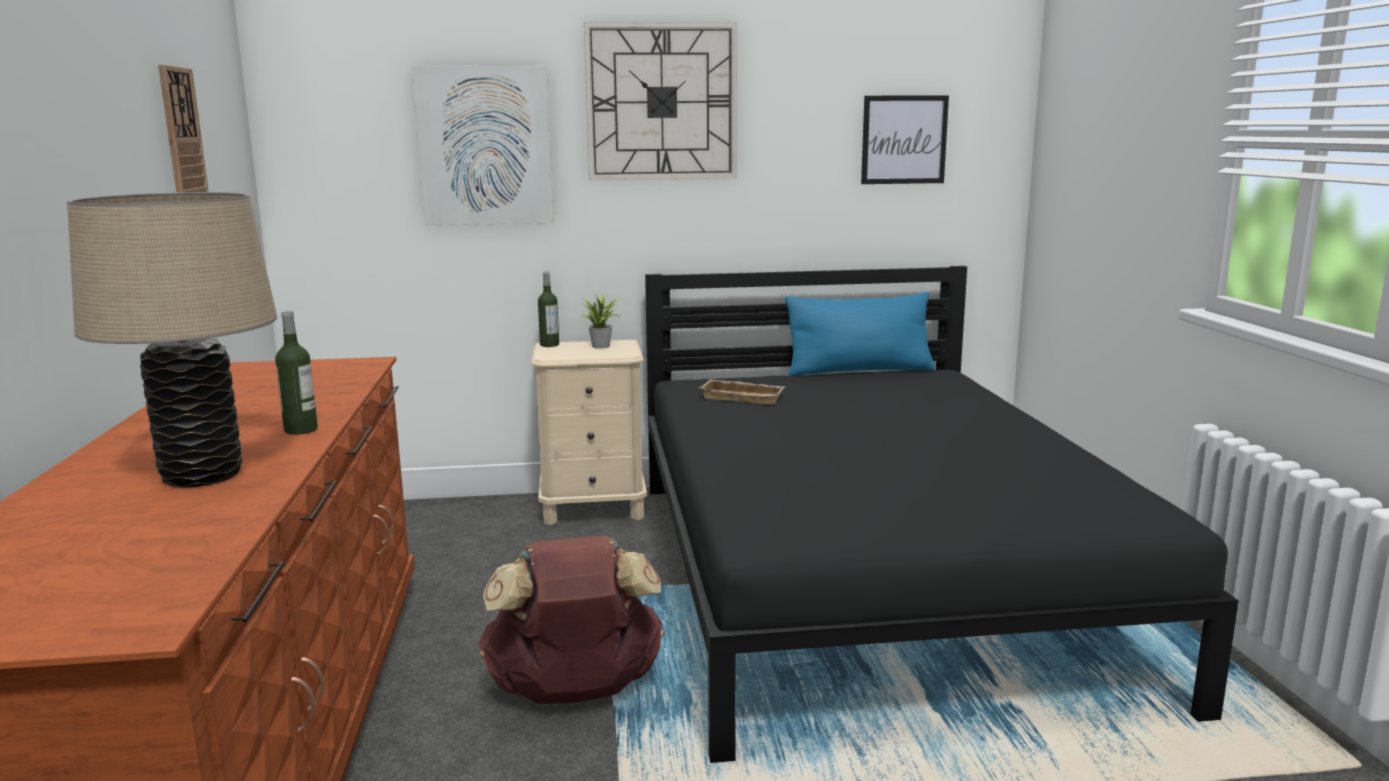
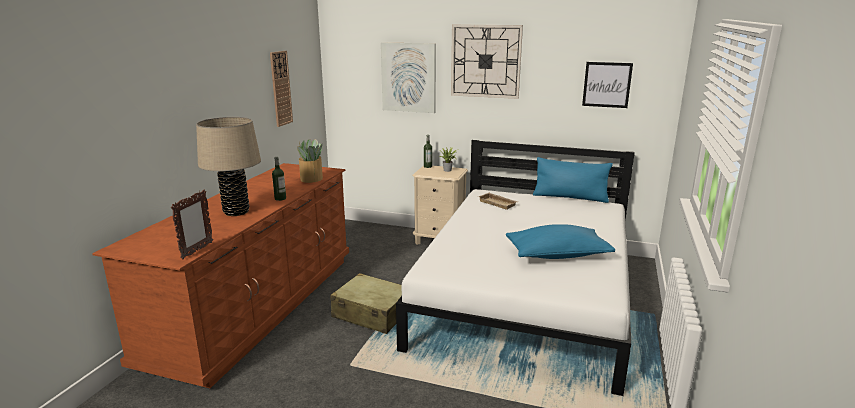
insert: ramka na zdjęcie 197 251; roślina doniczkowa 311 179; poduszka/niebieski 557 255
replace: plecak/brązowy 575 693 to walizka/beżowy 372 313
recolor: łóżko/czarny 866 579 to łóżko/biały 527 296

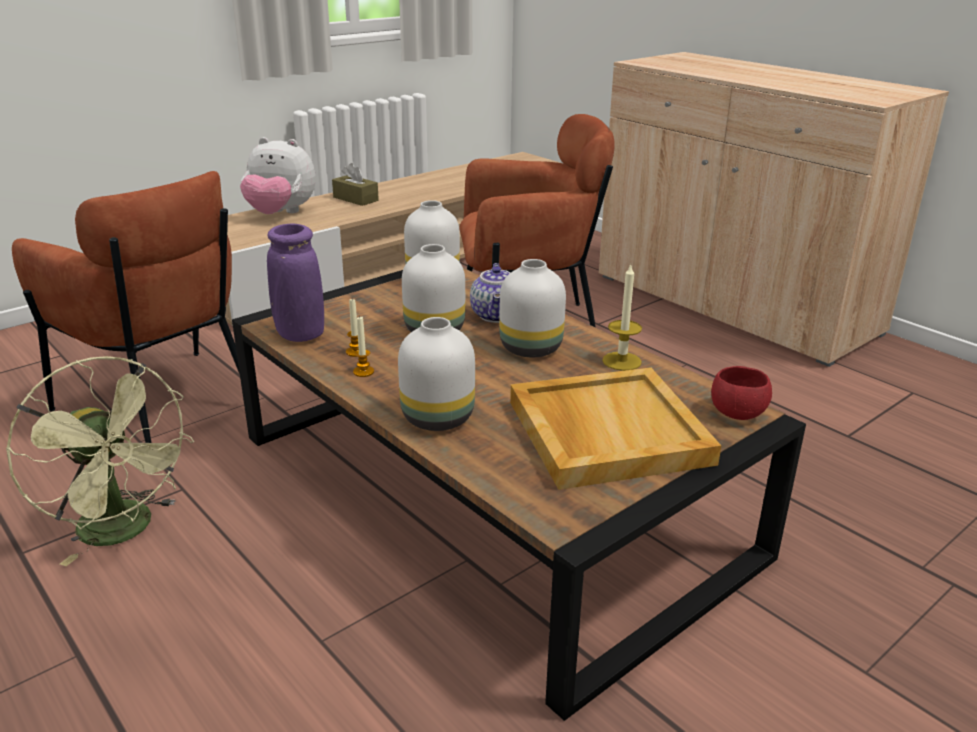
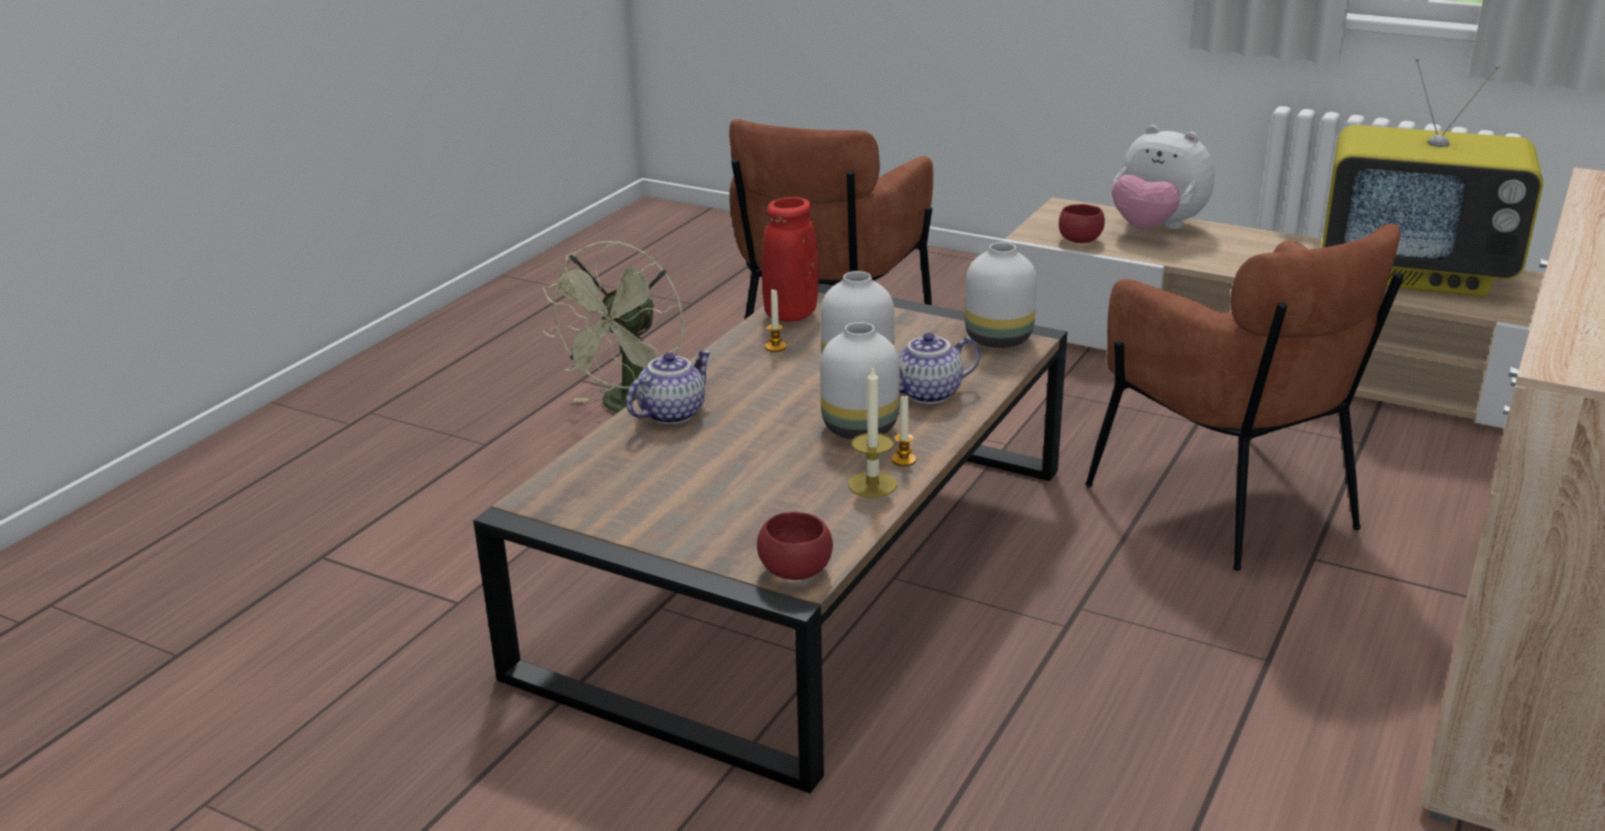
delete: pudełko chusteczek/brązowy 355 199; taca/beżowy 606 431
insert: miska/czerwony 1080 240; telewizor 1416 274
move: świeca 363 372 to 903 460
replace: wazon/biały 437 419 to imbryk 671 413
recolor: wazon/fioletowy 300 335 to wazon/czerwony 791 315
rotate: pluszak 280 214 = 1156 228 45 degrees counterclockwise

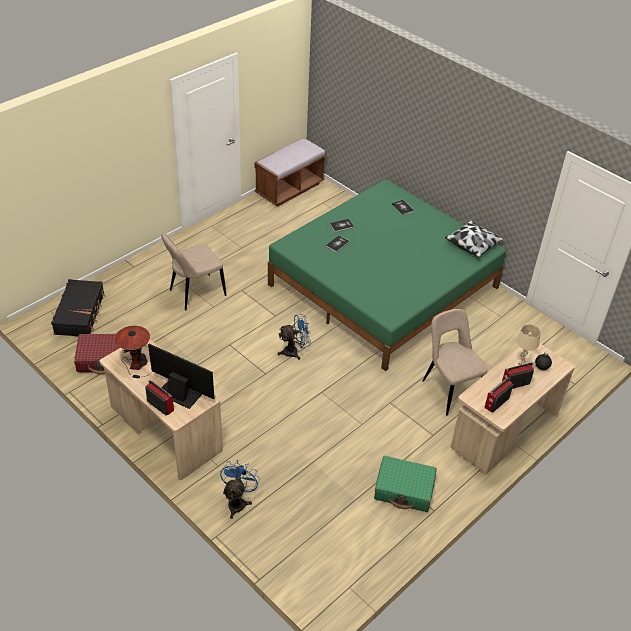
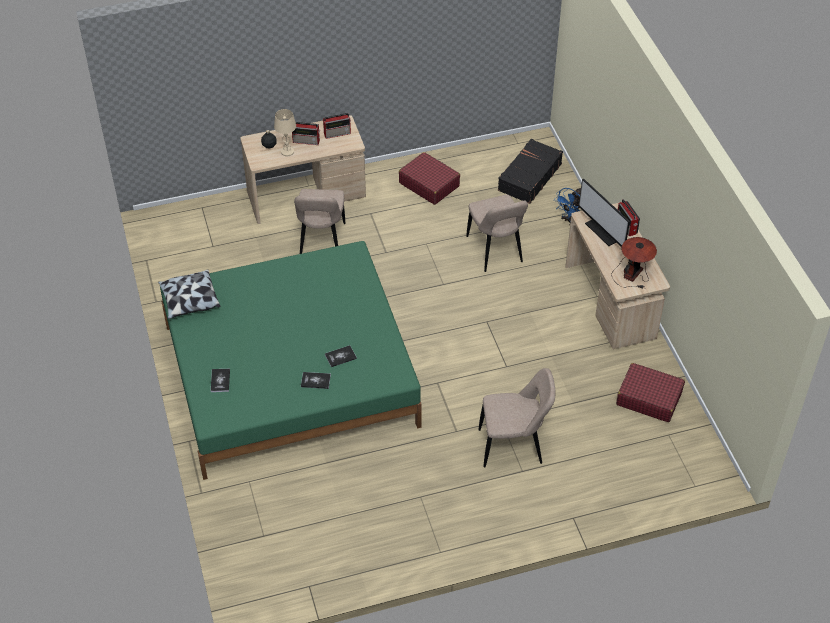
delete: ławka/brązowy 289 189; wentylator/niebieski 294 351
insert: krzesło/beżowy 495 251
move: walizka/czarny 80 313 to 529 177
recolor: walizka/zielony 404 489 to walizka/czerwony 429 184

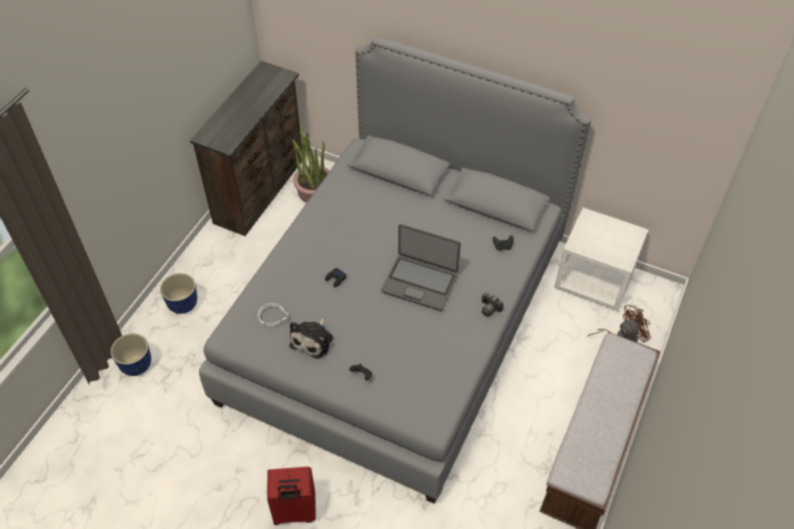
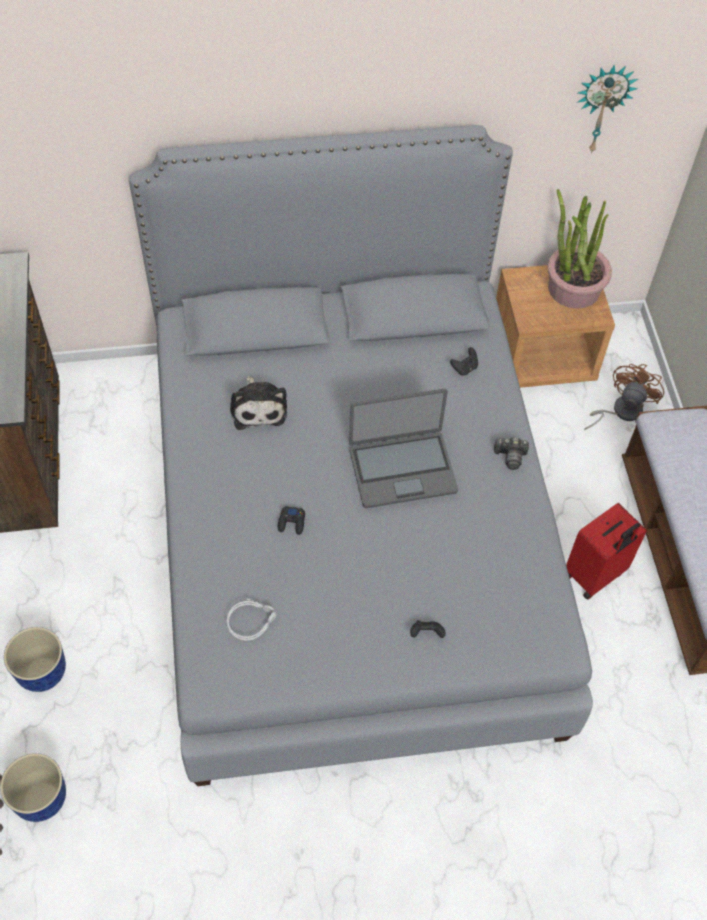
insert: zegar ścienny 601 107
move: walizka/czerwony 294 512 to 595 575; pluszak 313 340 to 258 407; roślina doniczkowa 314 191 to 573 288
recolor: szafka nocna/biały 594 280 to szafka nocna/brązowy 542 356

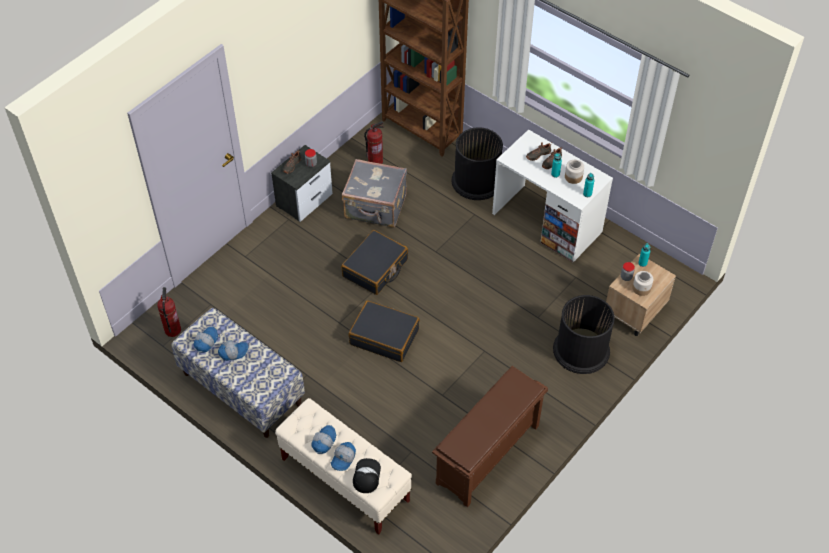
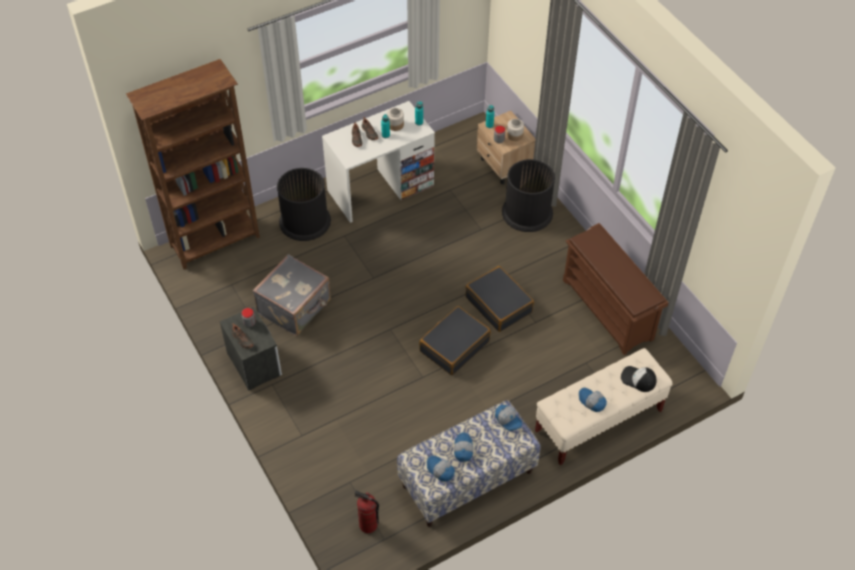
delete: gaśnica 375 161
move: czapka z daszkiem 343 459 to 508 420; walizka/czarny 375 268 to 499 304

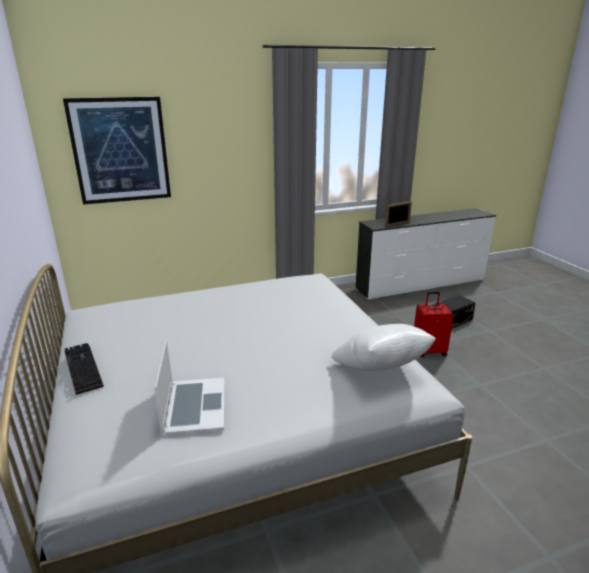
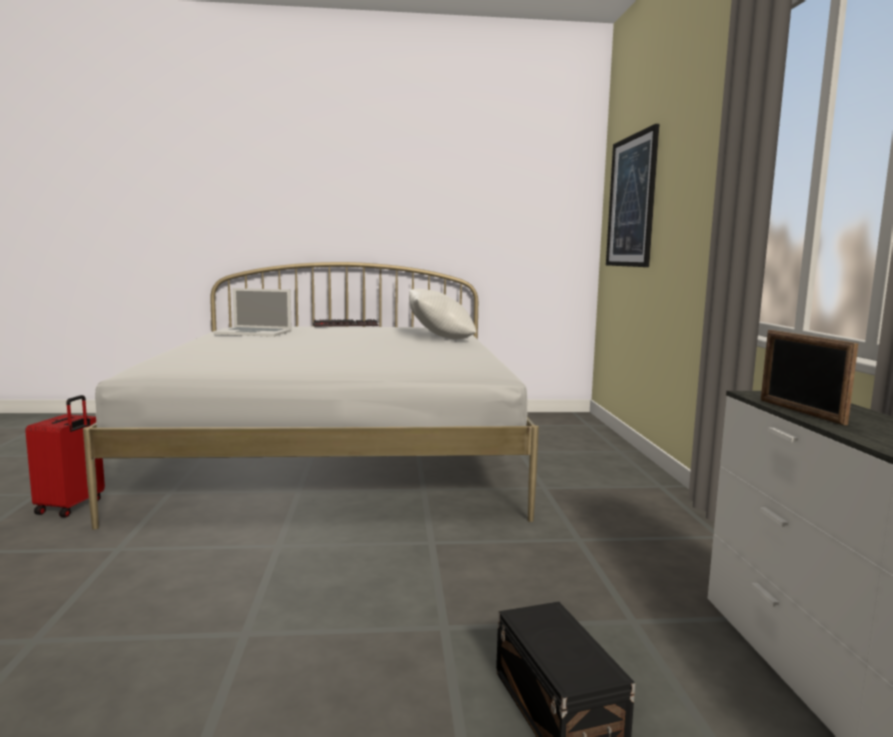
move: poduszka/biały 380 371 to 440 339; walizka/czerwony 429 351 to 71 507

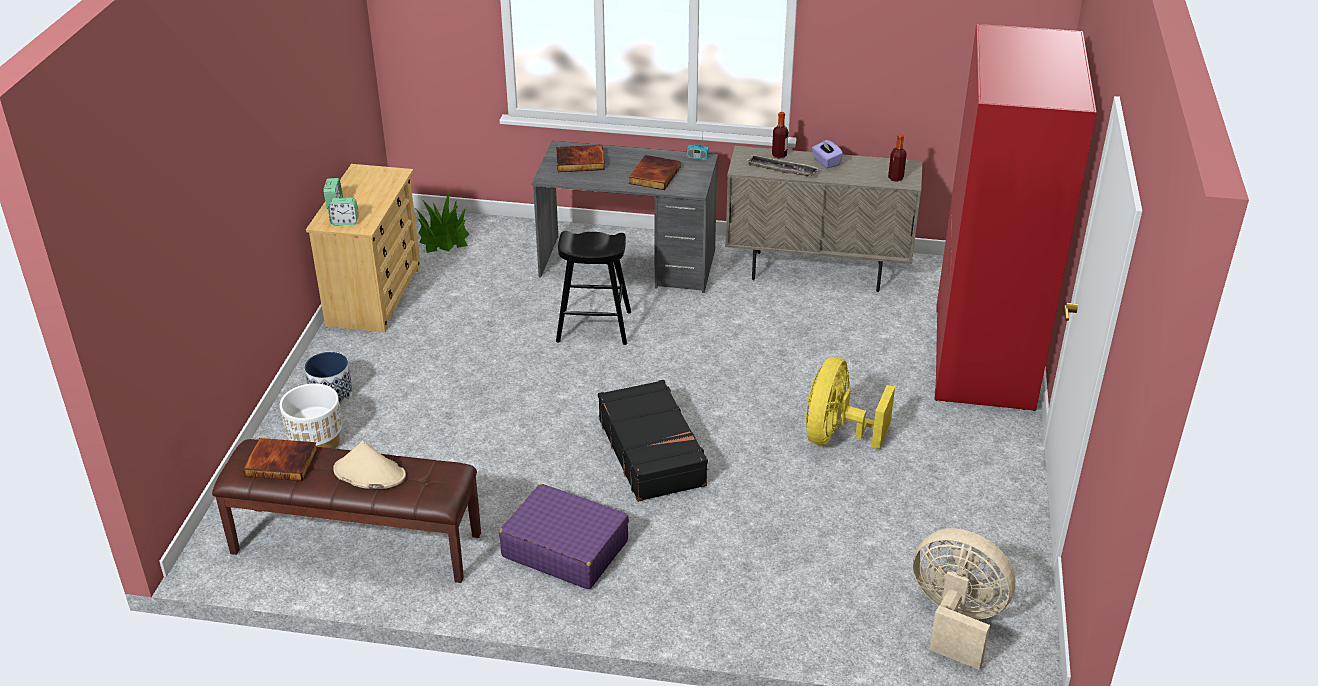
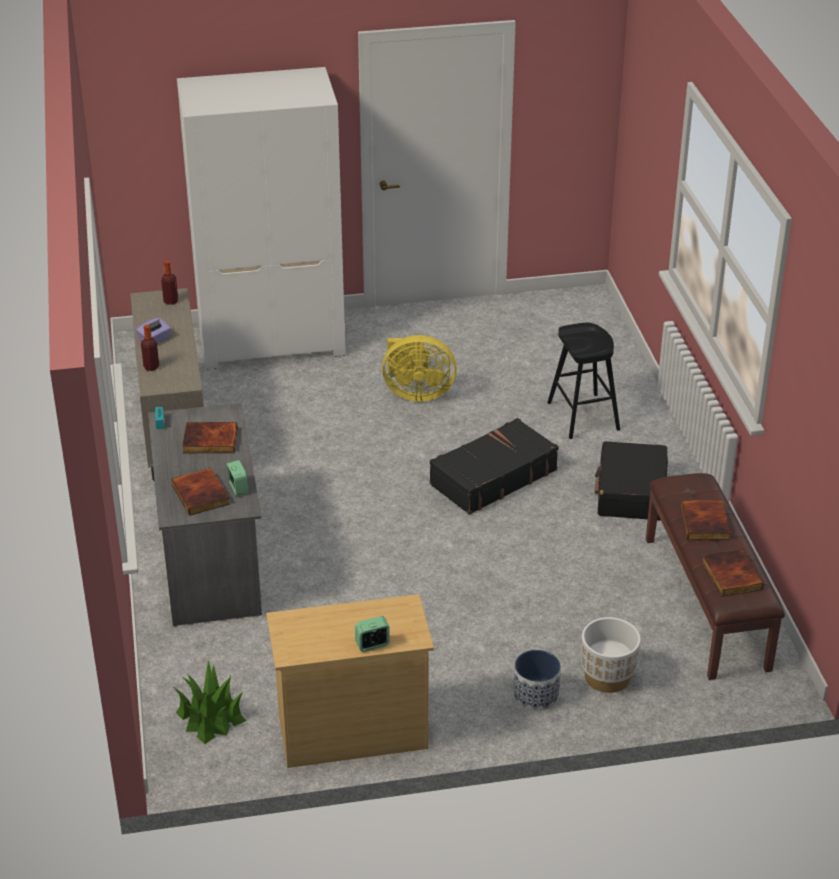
delete: taca 781 169; wentylator/beżowy 956 620
move: budzik 345 222 to 238 488; stołek/czarny 594 327 to 583 416
replace: kapelusz/beżowy 369 473 to książka 706 523
recolor: walizka/fioletowy 565 548 to walizka/czarny 631 493; szafa/czerwony 985 357 to szafa/biały 272 339

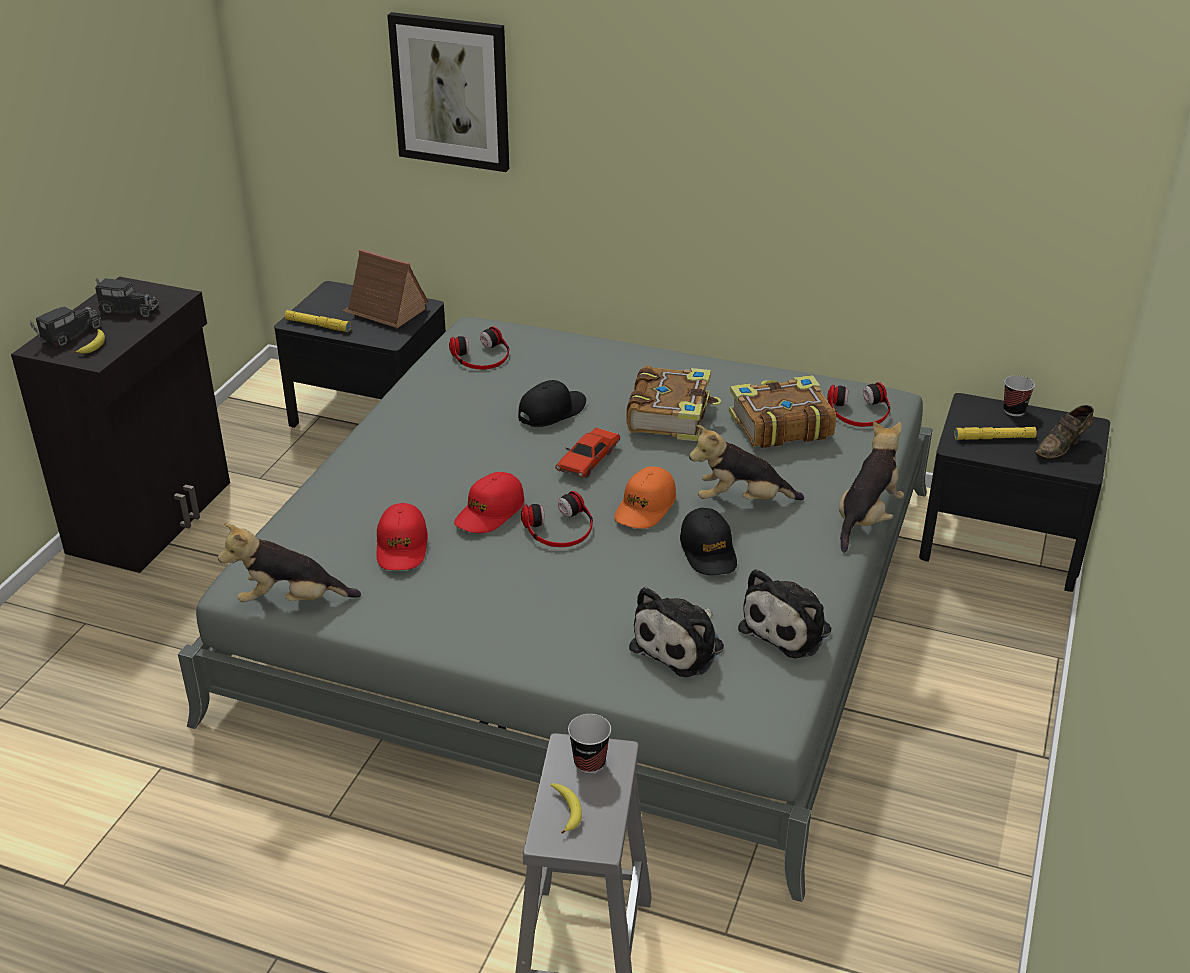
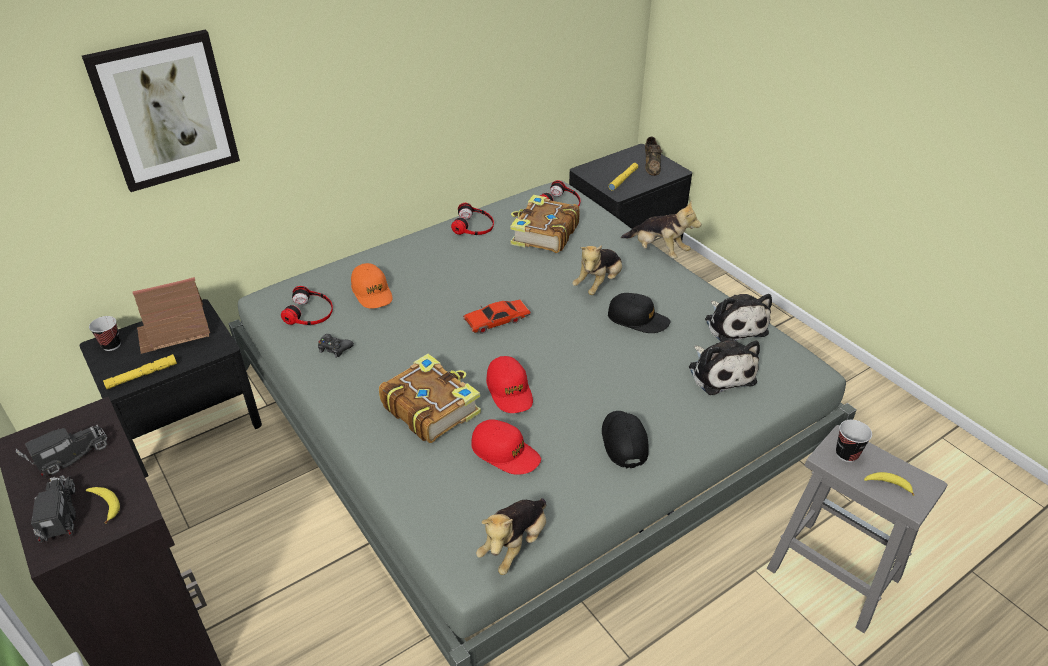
insert: pad do gier/czarny 334 348
move: czapka z daszkiem/czarny 552 411 to 623 441; słuchawki 560 529 to 474 225; czapka z daszkiem/pomarańczowy 645 507 to 372 292; książka 671 415 to 430 407; filiżanka 1014 411 to 111 345
rotate: samochodzik/czerwony 588 460 = 497 321 90 degrees clockwise; pluszak 866 518 = 658 251 150 degrees clockwise

